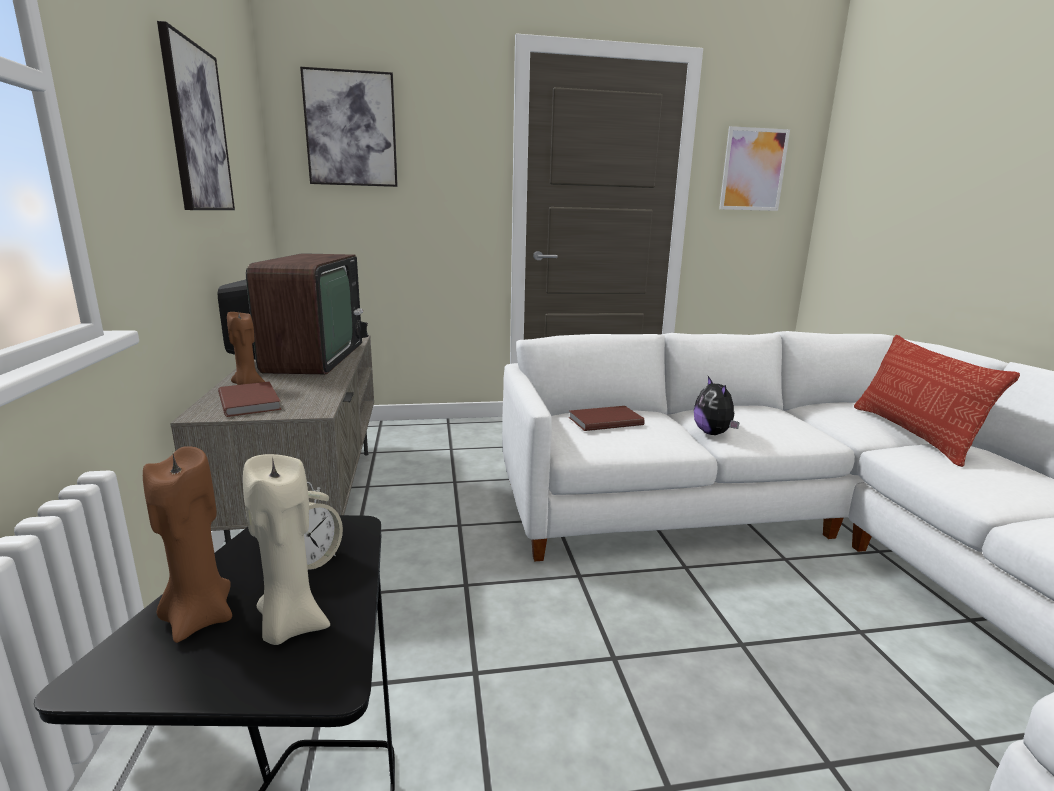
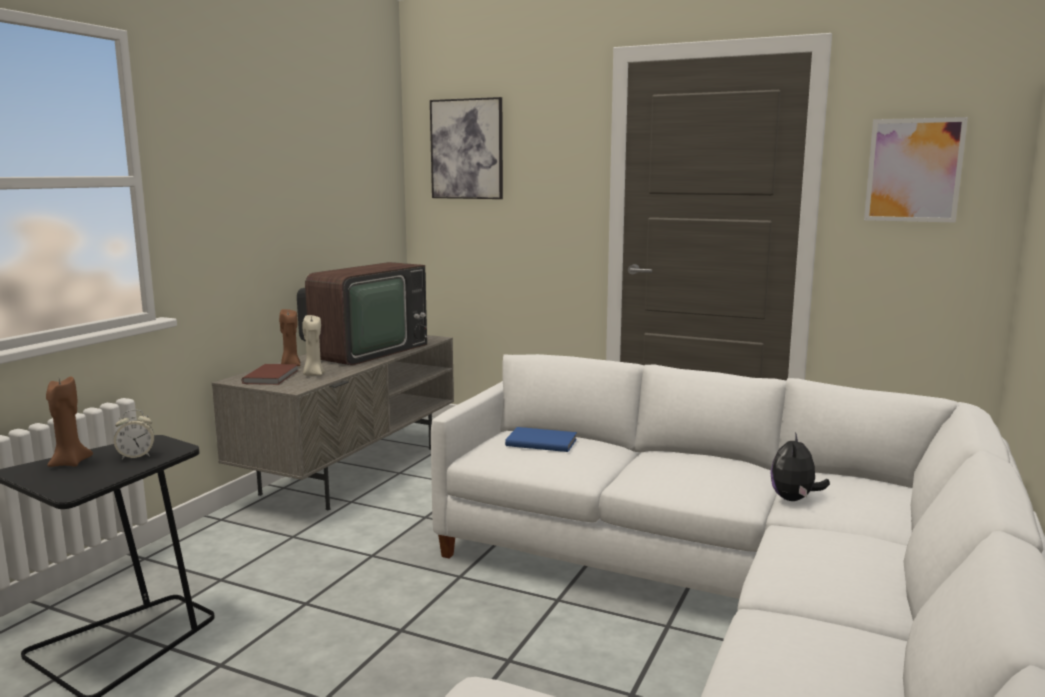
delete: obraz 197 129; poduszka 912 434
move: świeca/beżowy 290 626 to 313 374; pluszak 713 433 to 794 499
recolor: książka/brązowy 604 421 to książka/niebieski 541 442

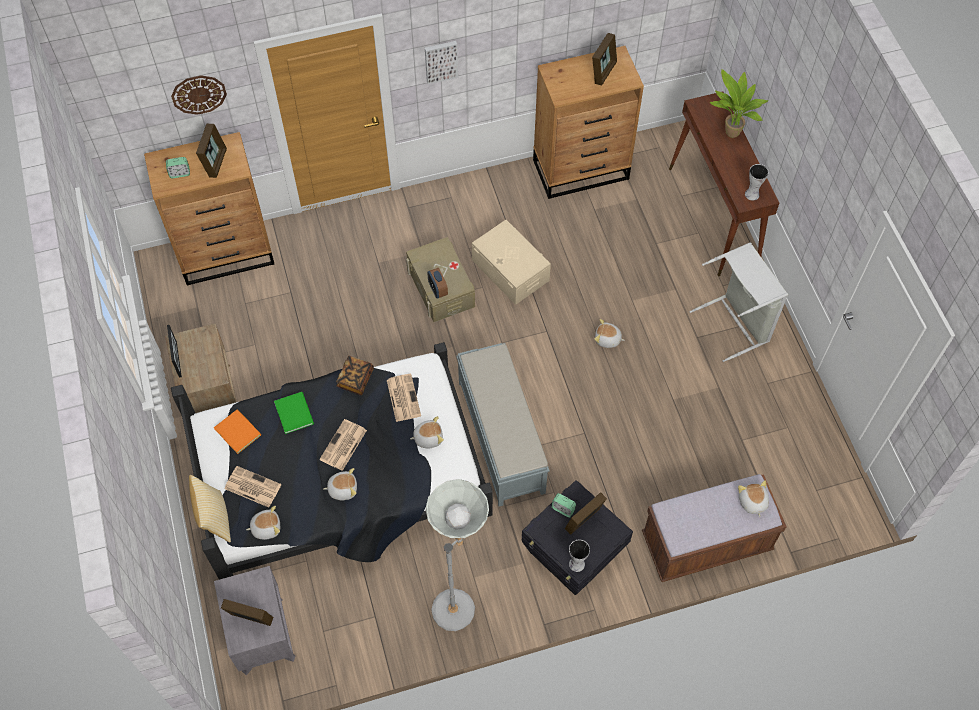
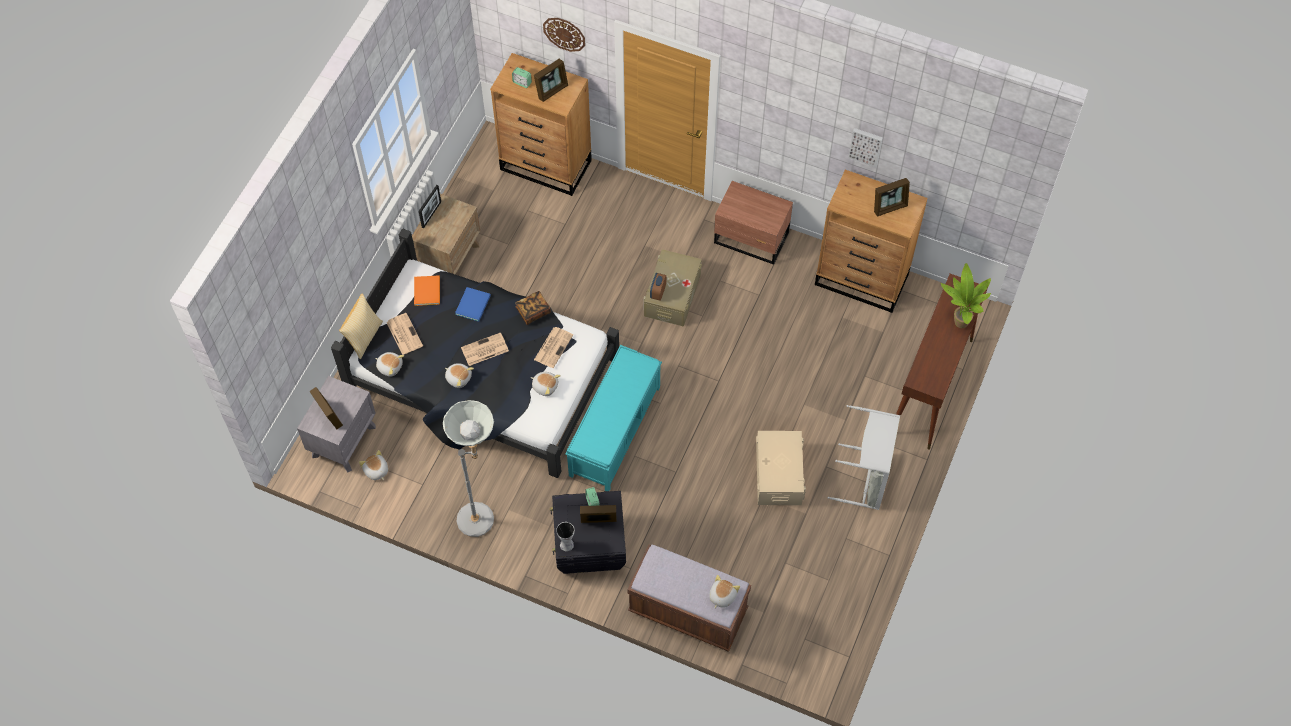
delete: wazon 751 194
insert: szafka nocna/brązowy 752 239
move: obraz 441 61 to 866 146; pojemnik do przechowywania/beżowy 510 270 to 778 474; pluszak 607 339 to 376 471
recolor: książka/zielony 294 412 to książka/niebieski 474 304; ławka/szary 500 436 to ławka/turkusowy 615 430

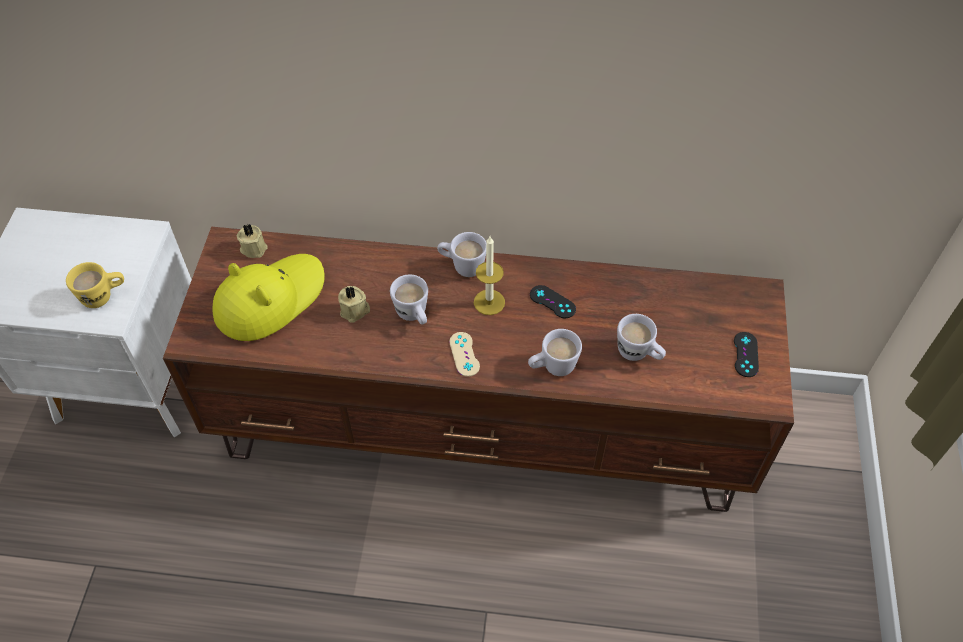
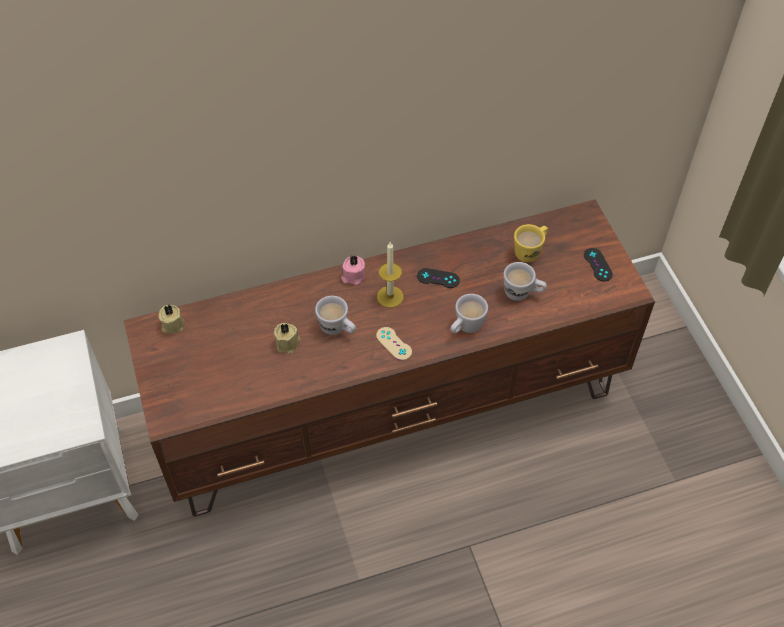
delete: kapelusz/żółty 269 299
move: kubek/żółty 104 296 to 530 251
replace: kubek/biały 462 266 to świeca/różowy 353 276

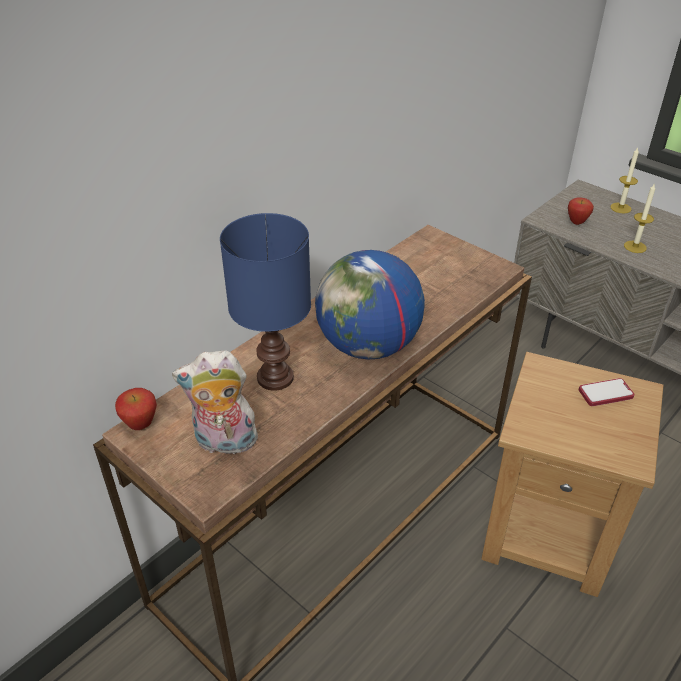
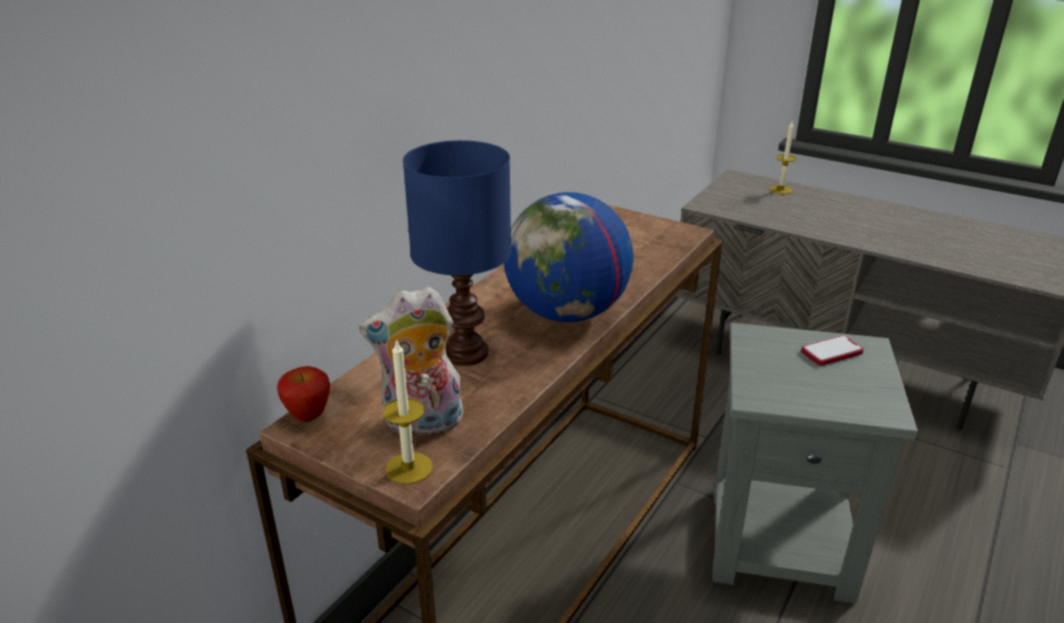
delete: jabłko 577 222
move: świeca 635 247 to 409 468
recolor: stolik/brązowy 549 533 to stolik/szary 781 542

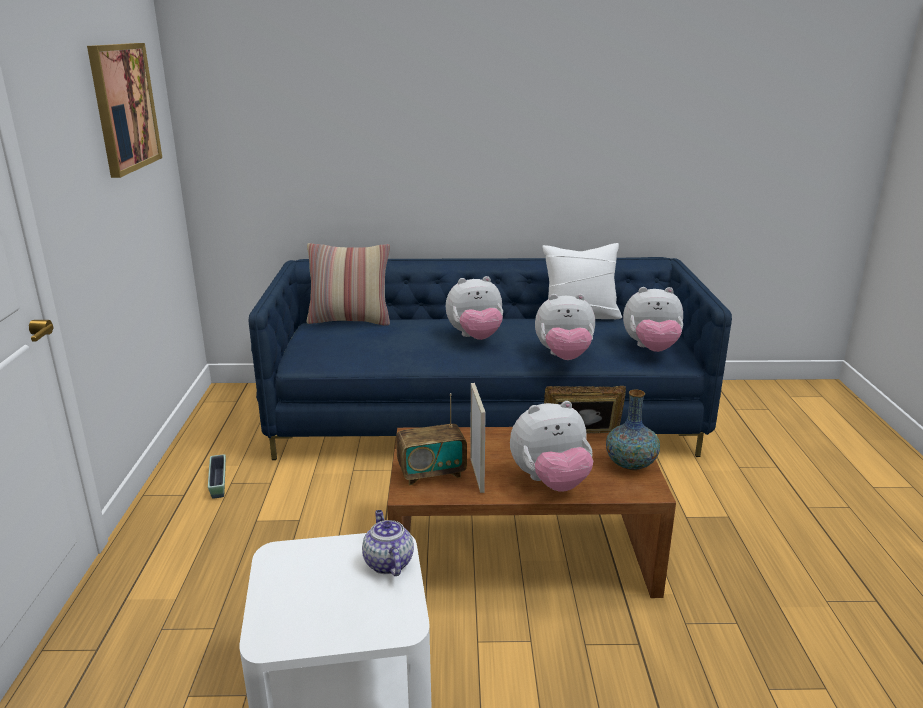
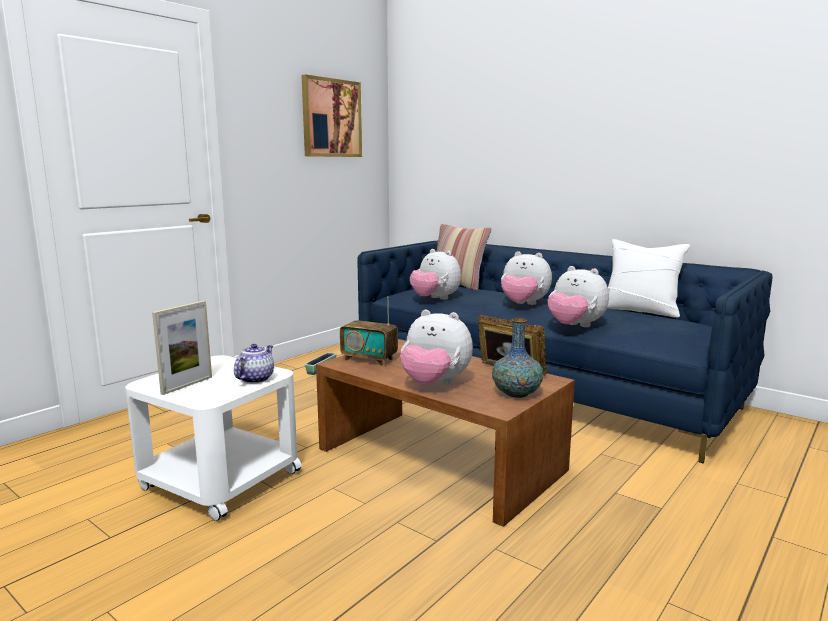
move: ramka na zdjęcie 477 475 to 187 385; pluszak 651 349 to 435 299

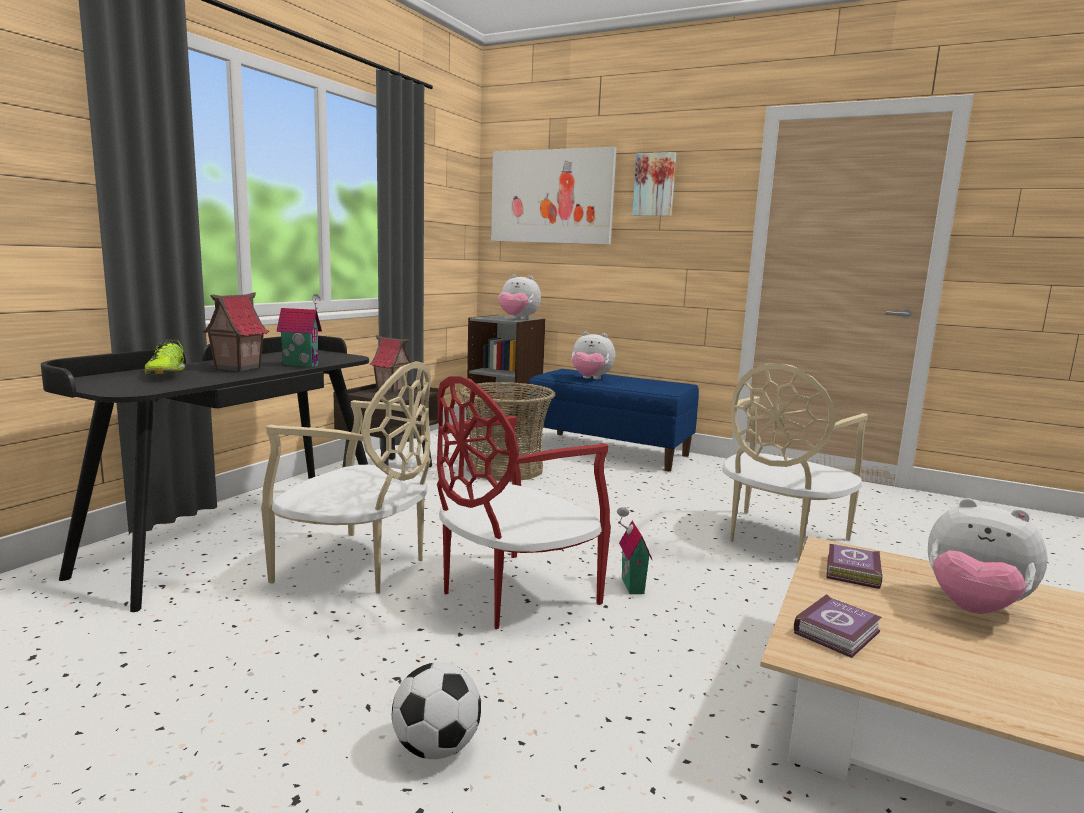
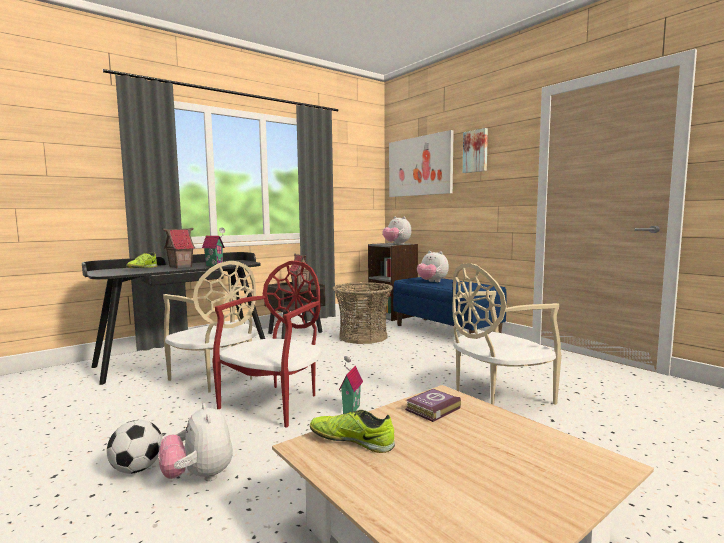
move: pluszak 973 608 to 199 477
replace: książka 839 632 to but 352 440
rotate: krzesło/czerwony 512 593 = 275 403 135 degrees clockwise

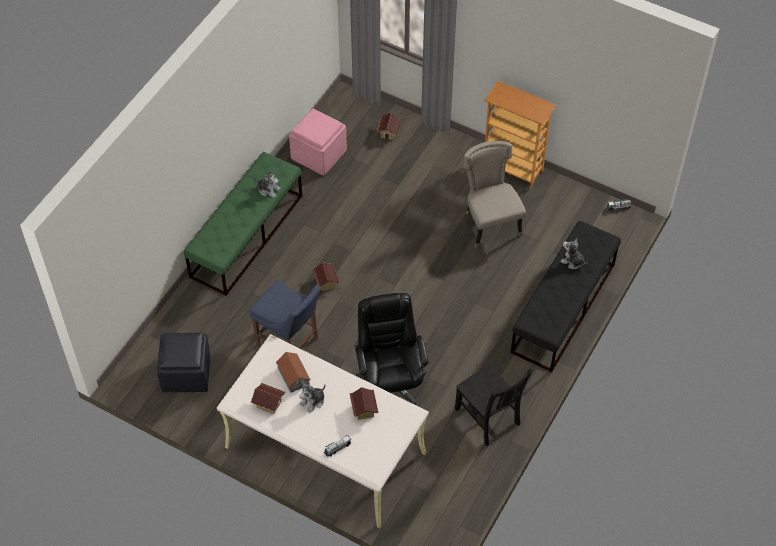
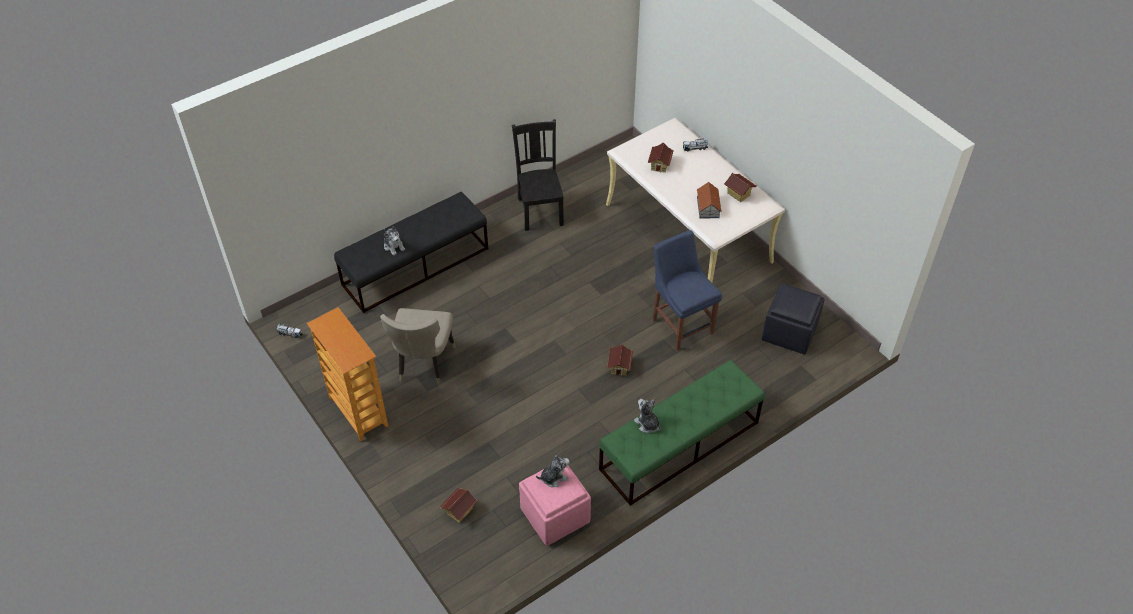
delete: krzesło biurowe/czarny 390 383
move: pluszak 313 401 to 553 477

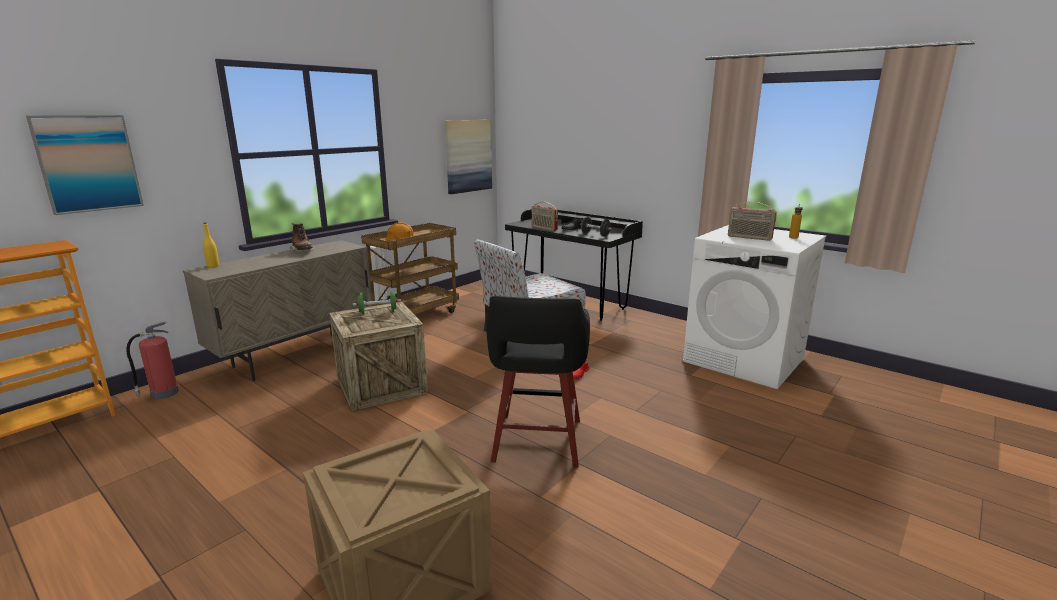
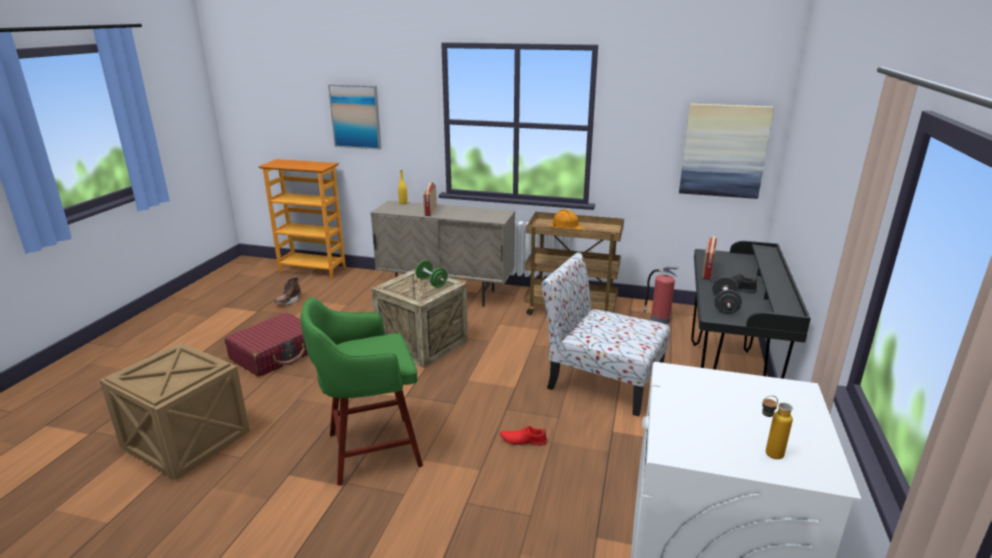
insert: walizka/czerwony 275 354
move: gaśnica 163 393 to 659 319; but z cholewką/brązowy 303 251 to 288 301; radio 749 238 to 430 211
recolor: stołek/czarny 537 442 to stołek/zielony 370 450

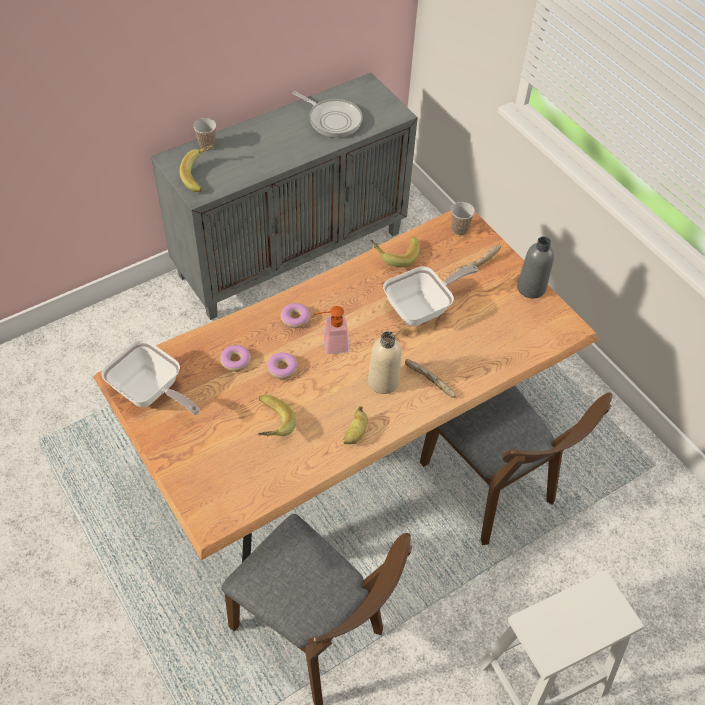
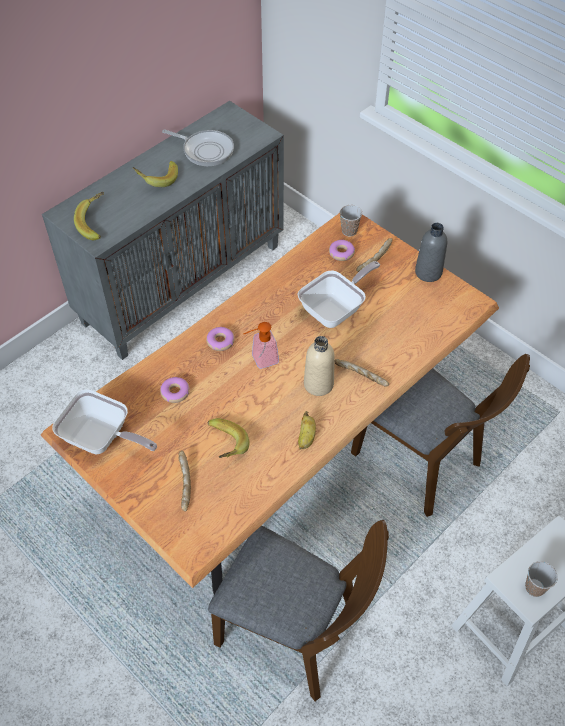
insert: chleb 183 484
move: filiżanka 207 146 to 534 587; donut 282 368 to 341 253; banan 394 255 to 157 179

